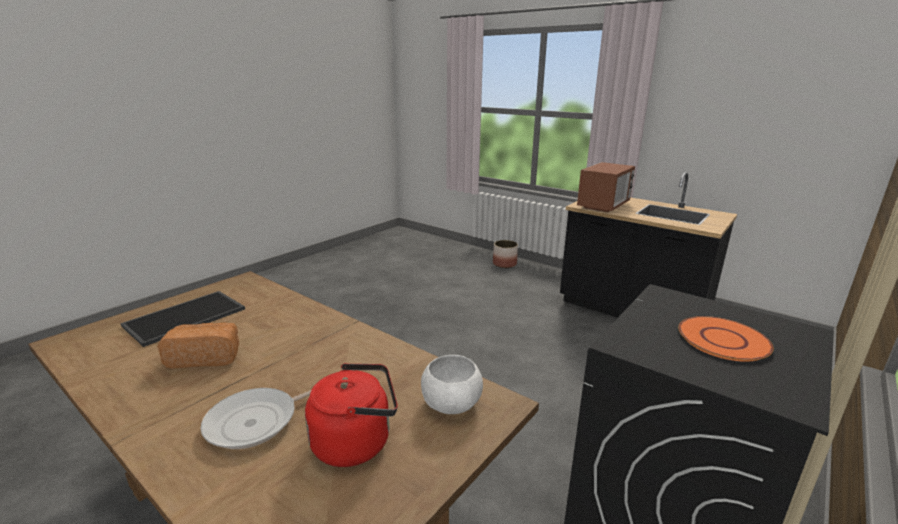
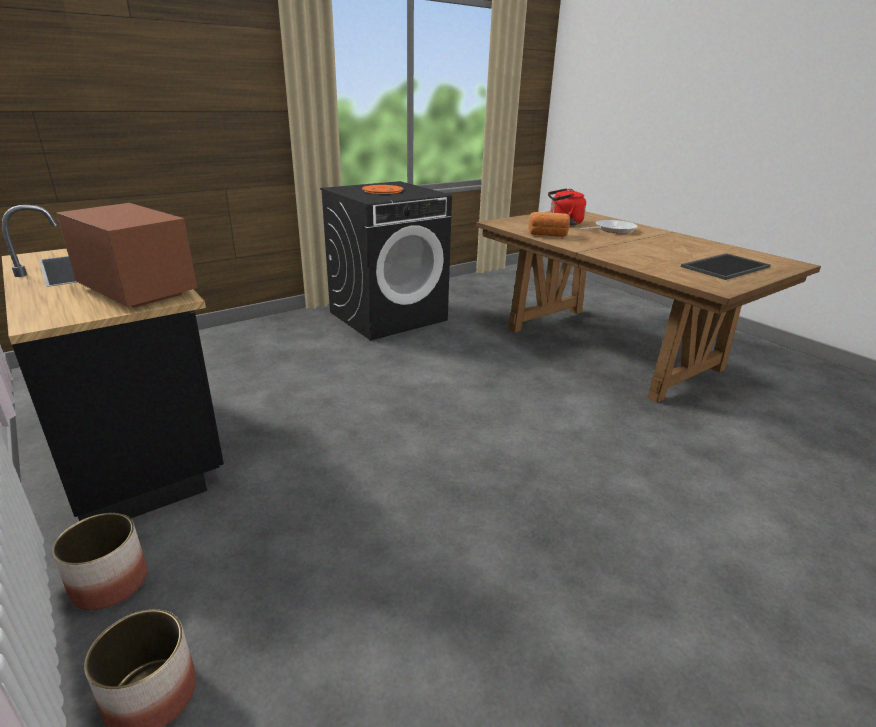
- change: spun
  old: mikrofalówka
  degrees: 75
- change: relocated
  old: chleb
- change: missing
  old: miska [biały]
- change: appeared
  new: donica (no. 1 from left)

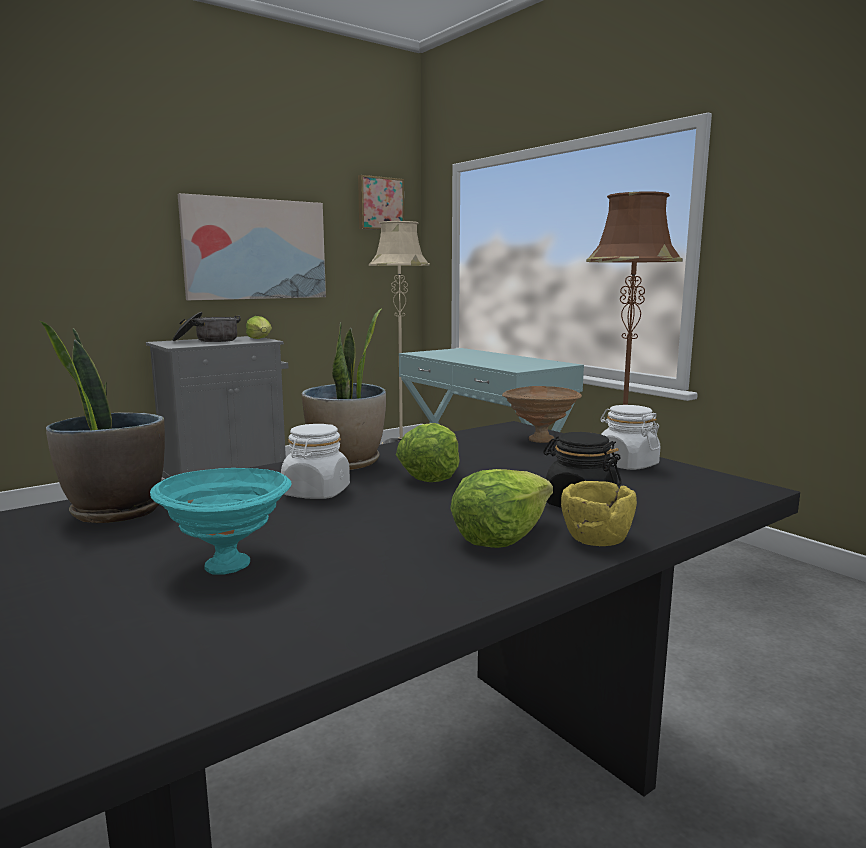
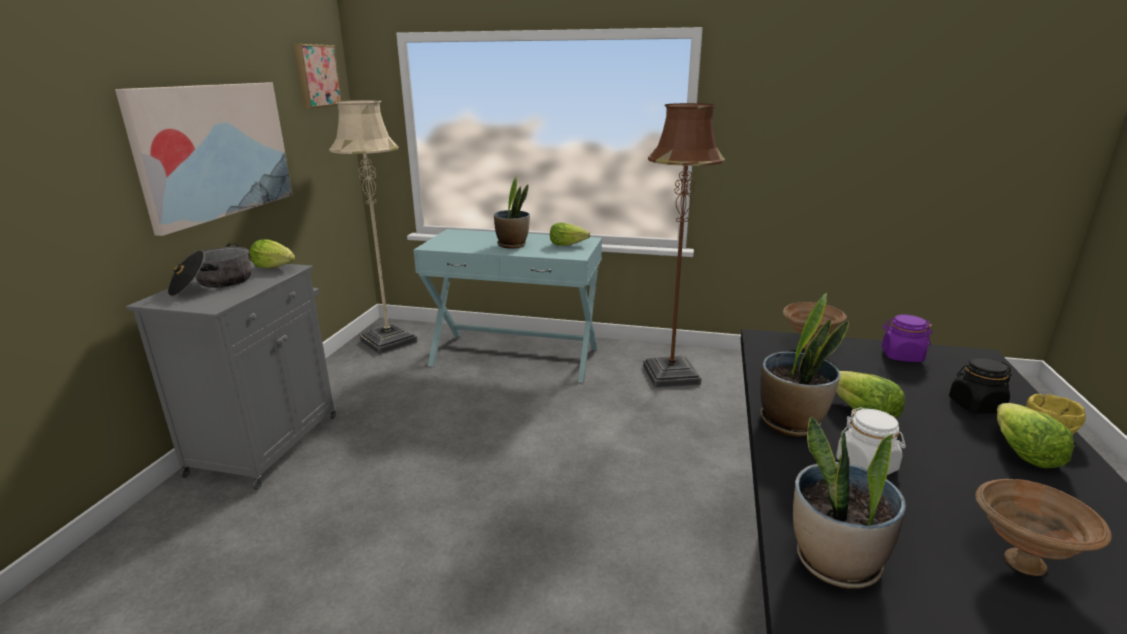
- change: colour
  old: słoik [biały] (no. 2 from left)
  new: słoik [fioletowy]
- change: colour
  old: miska [turkusowy]
  new: miska [brązowy] (no. 2 from left)
- change: appeared
  new: roślina doniczkowa (no. 1 from left)
- change: appeared
  new: sałata (no. 2 from left)

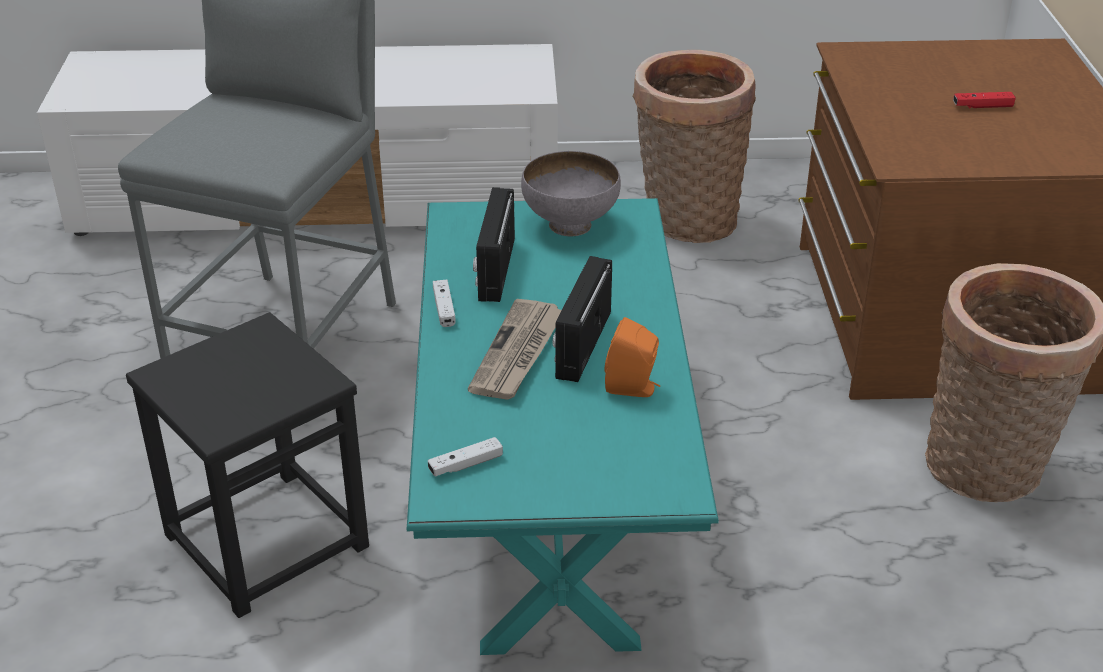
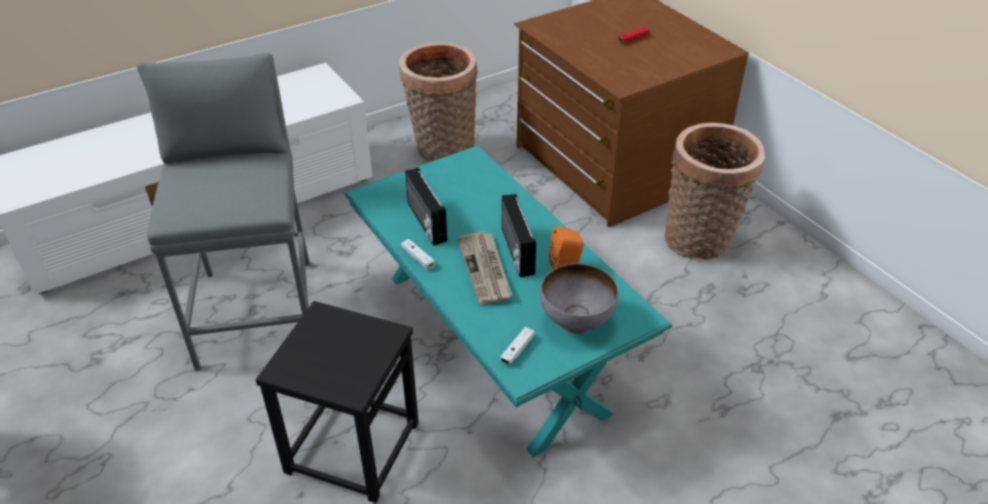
- change: relocated
  old: miska [szary]

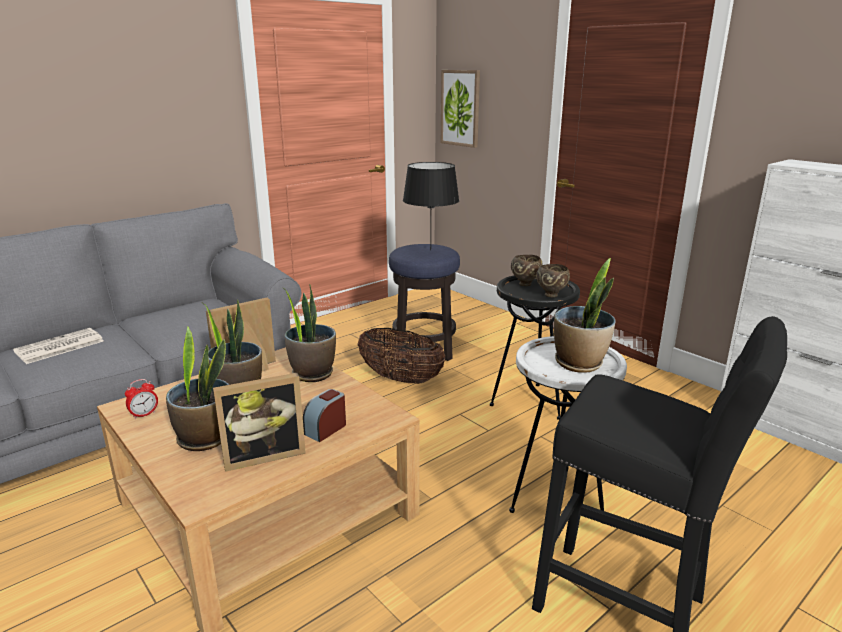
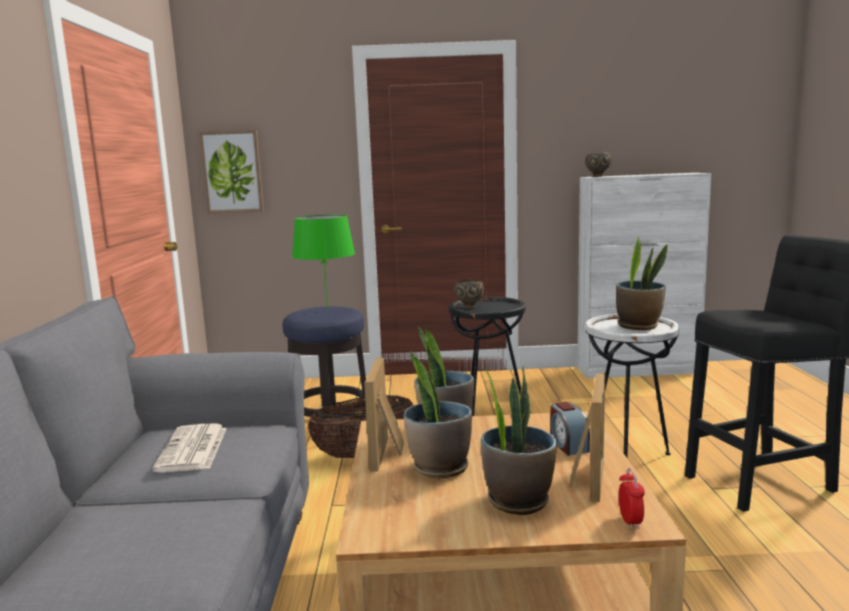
- change: colour
  old: lampa stołowa [czarny]
  new: lampa stołowa [zielony]
- change: relocated
  old: miska [brązowy] (no. 2 from left)
- change: relocated
  old: gazeta
- change: relocated
  old: budzik (no. 1 from left in the first image)
  new: budzik (no. 2 from left)

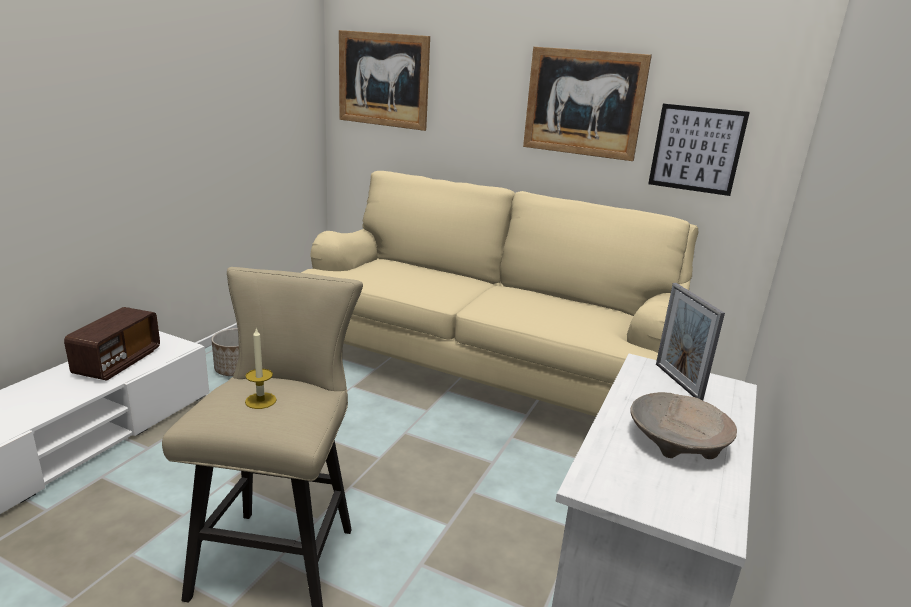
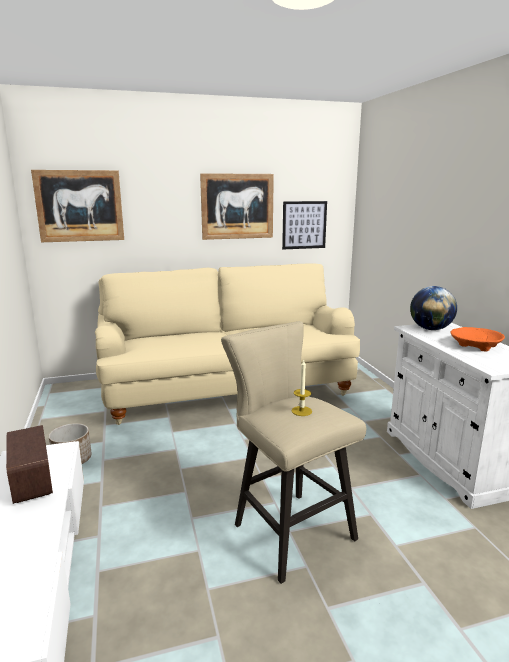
- change: exchanged
  old: ramka na zdjęcie
  new: globus
- change: colour
  old: miska [beżowy]
  new: miska [pomarańczowy]

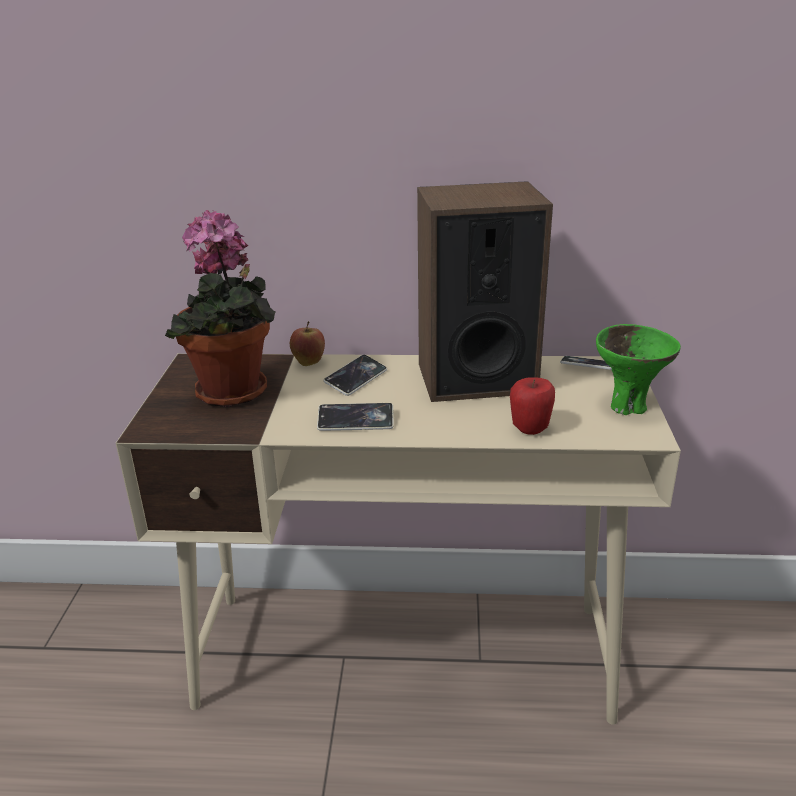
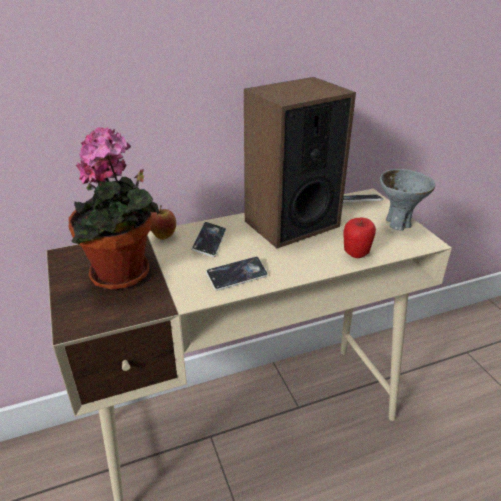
- change: colour
  old: miska [zielony]
  new: miska [szary]

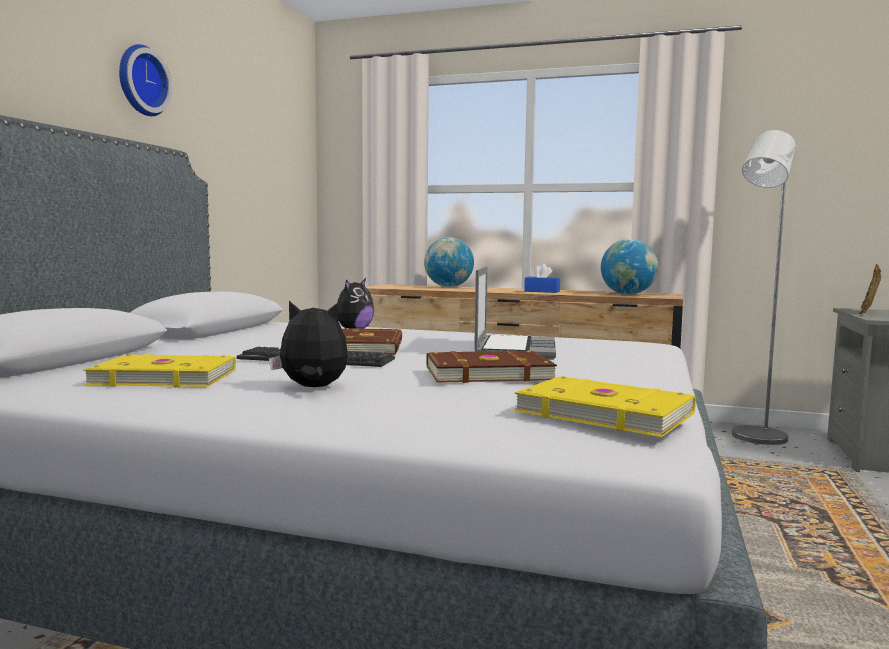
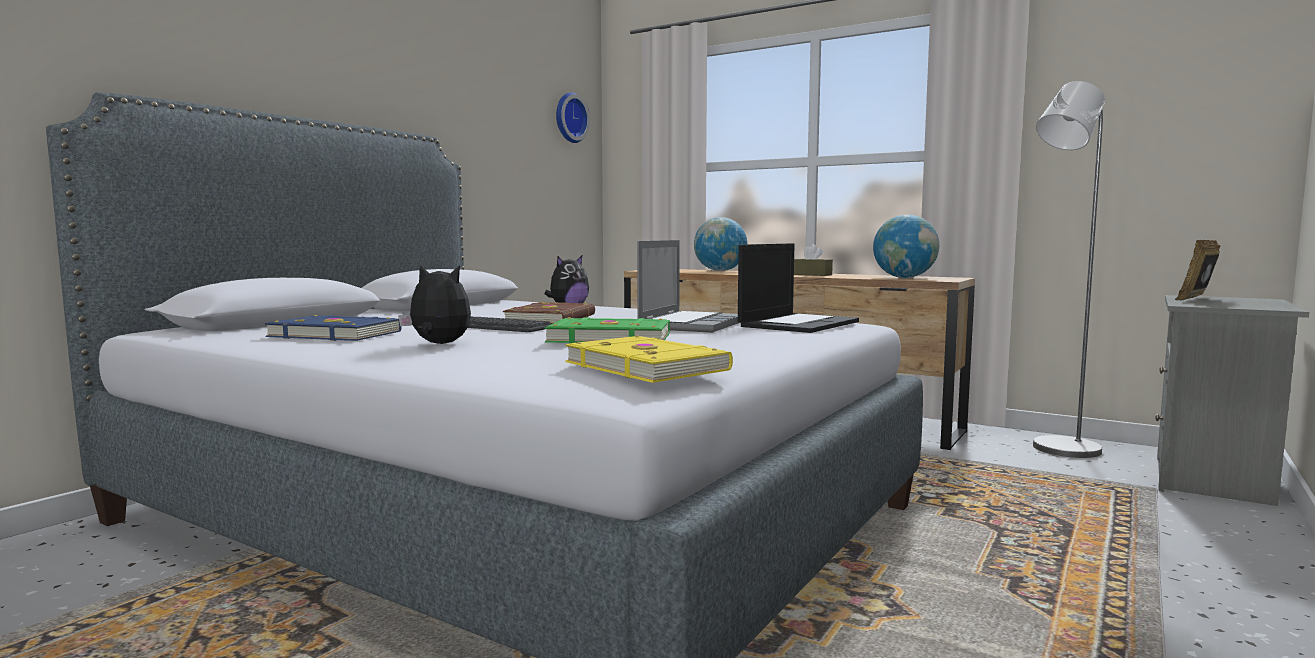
- change: relocated
  old: zegar ścienny
- change: colour
  old: pudełko chusteczek [niebieski]
  new: pudełko chusteczek [brązowy]
- change: colour
  old: książka [brązowy] (no. 2 from left)
  new: książka [zielony]
- change: colour
  old: książka [żółty] (no. 1 from left)
  new: książka [niebieski]
- change: appeared
  new: laptop (no. 2 from left)

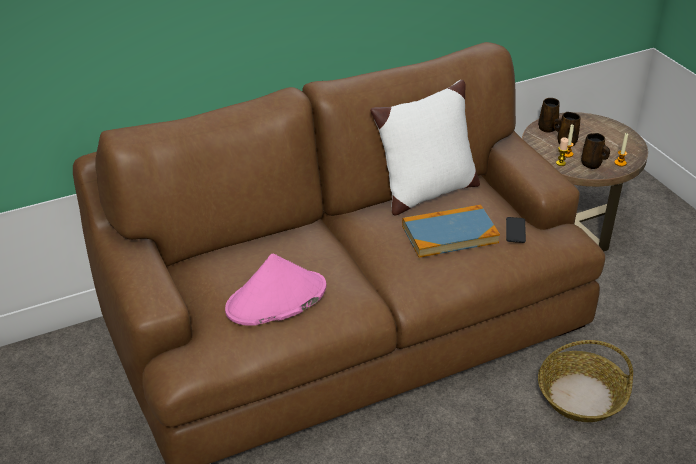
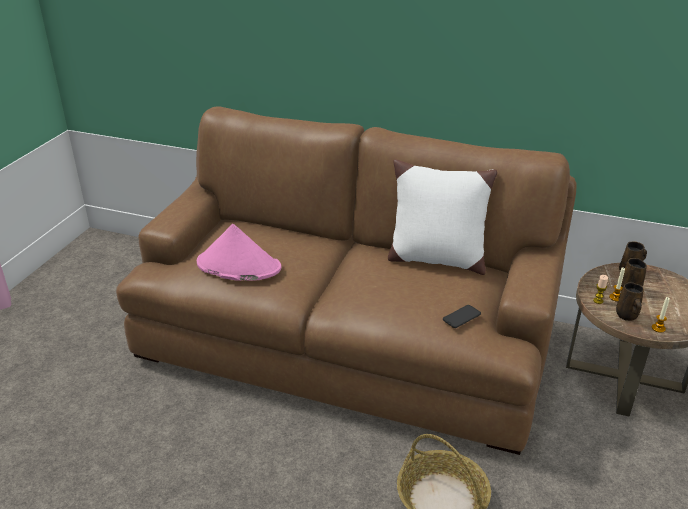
- change: missing
  old: książka

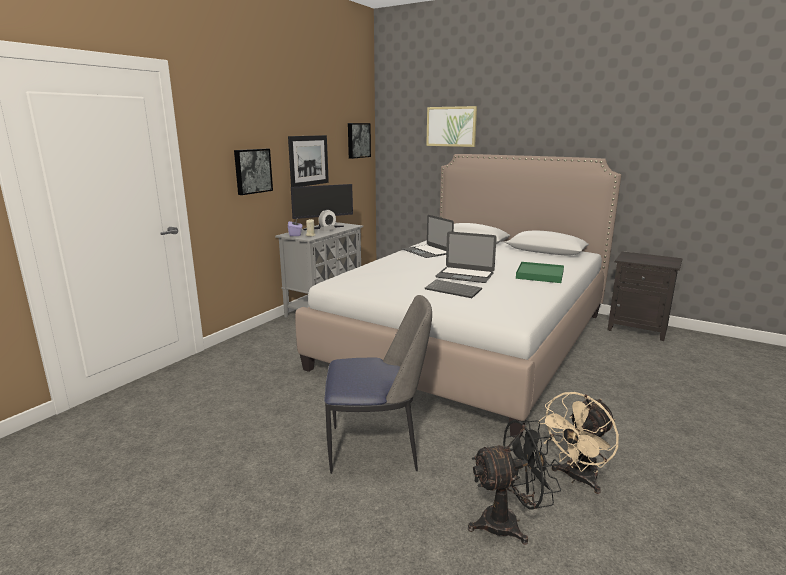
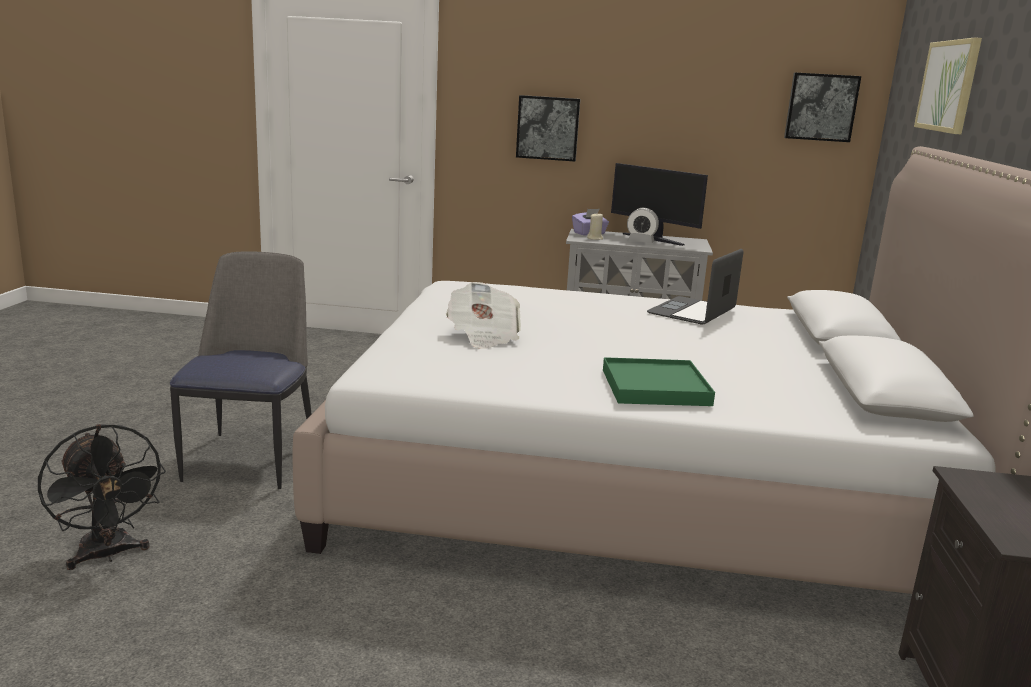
- change: missing
  old: obraz (no. 2 from left)
- change: missing
  old: laptop (no. 2 from left)
- change: exchanged
  old: klawiatura
  new: gazeta
- change: spun
  old: krzesło
  degrees: -150
- change: missing
  old: wentylator [beżowy]

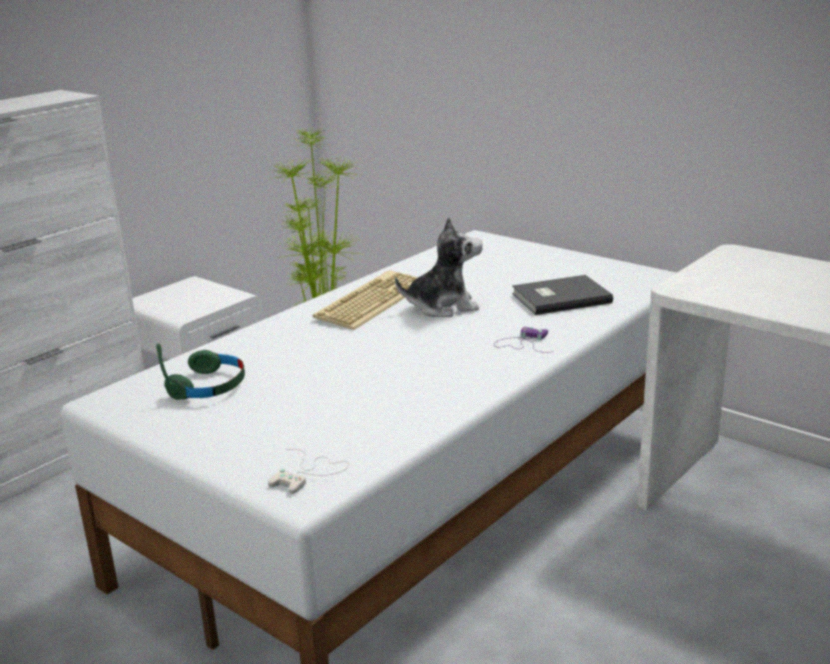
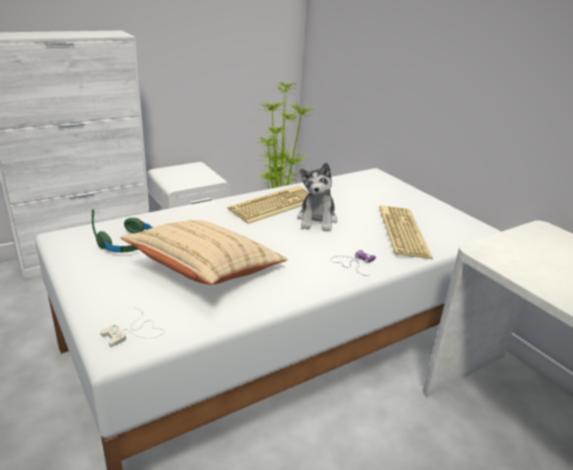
- change: spun
  old: pluszak
  degrees: 90
- change: exchanged
  old: książka [szary]
  new: klawiatura (no. 2 from left)
- change: appeared
  new: poduszka [beżowy]

